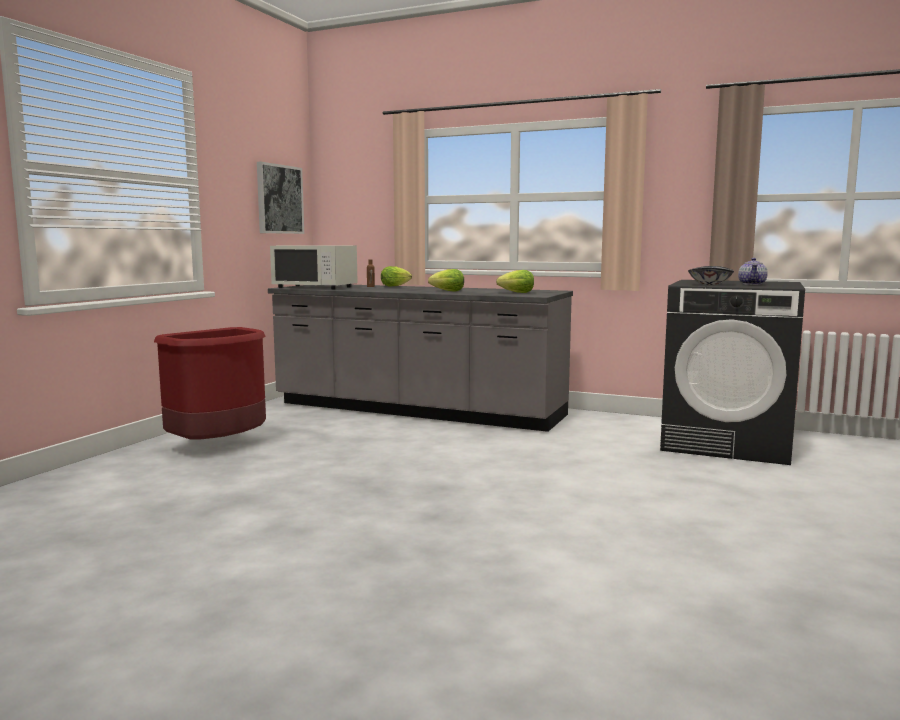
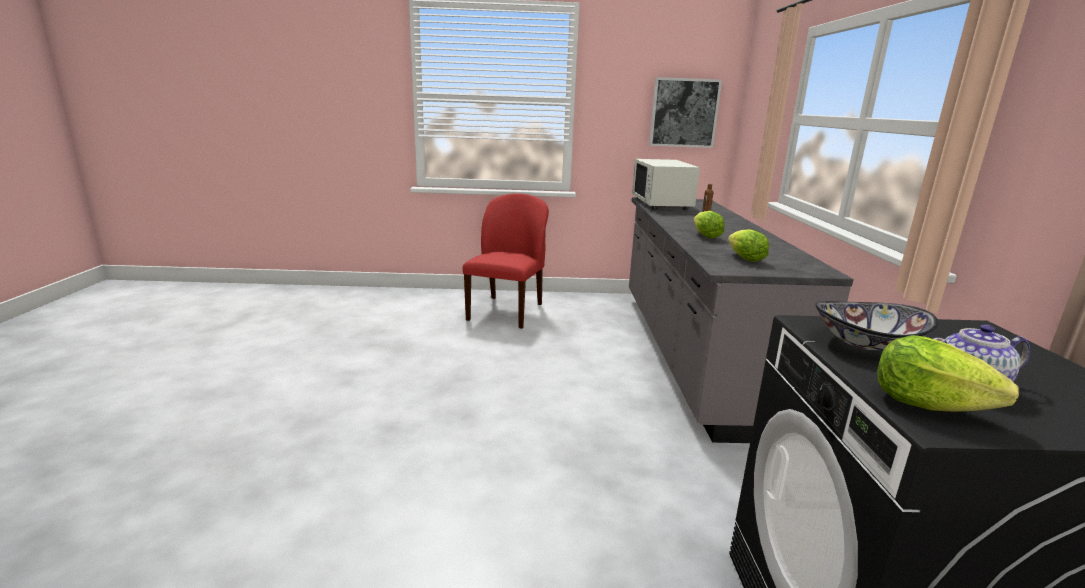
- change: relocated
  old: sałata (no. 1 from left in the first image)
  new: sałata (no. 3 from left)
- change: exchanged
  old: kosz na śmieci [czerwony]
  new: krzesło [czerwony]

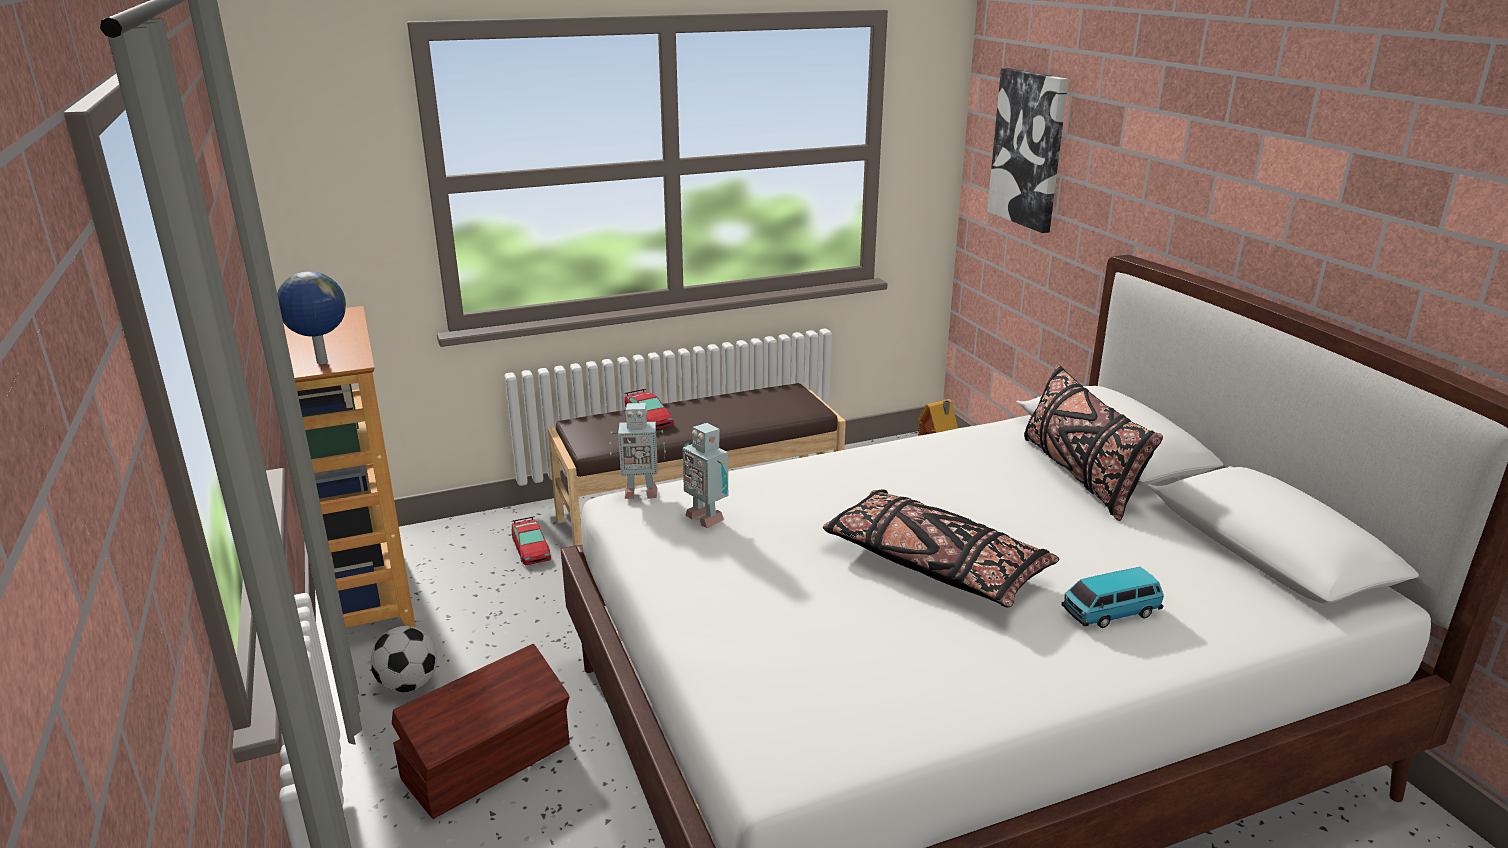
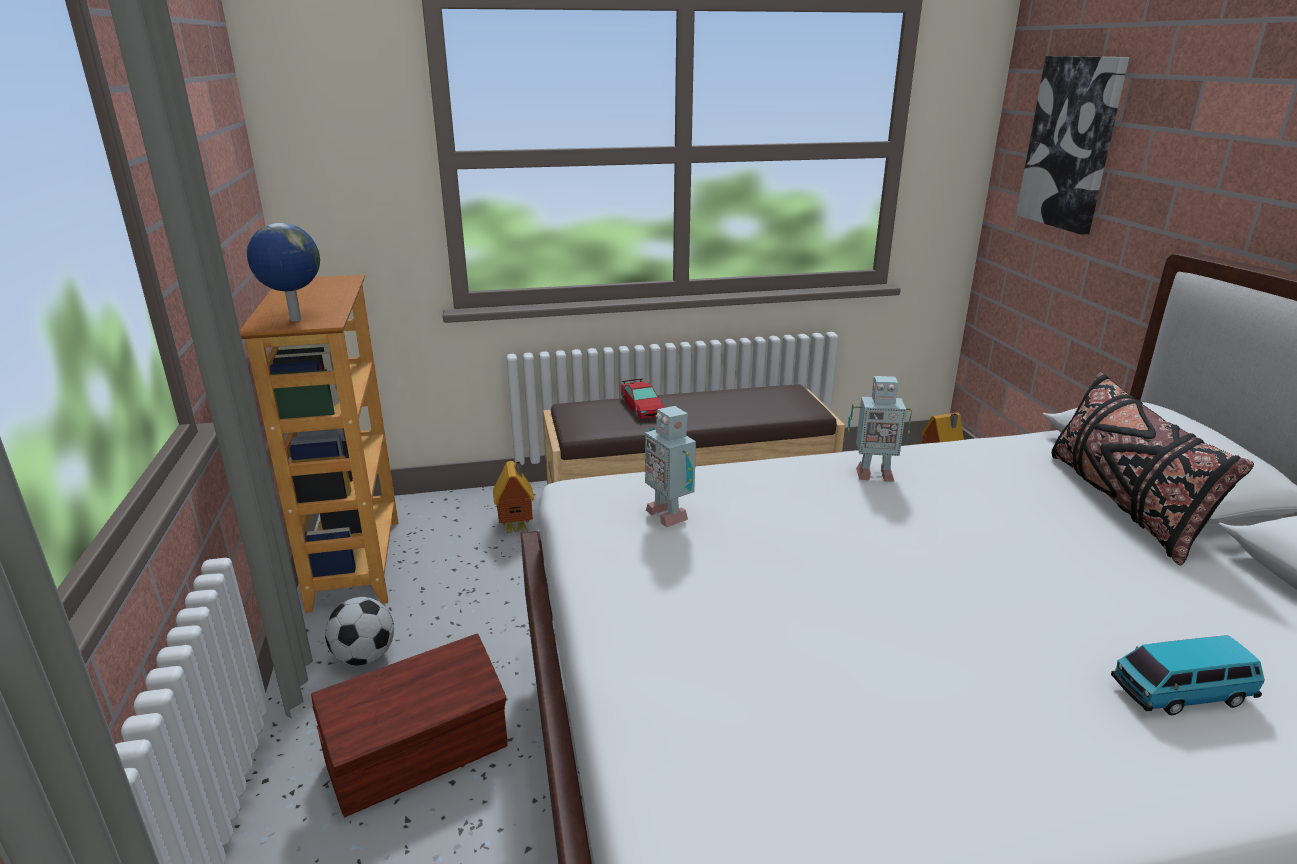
- change: relocated
  old: robot zabawkowy (no. 1 from left in the first image)
  new: robot zabawkowy (no. 2 from left)
- change: missing
  old: poduszka [czarny] (no. 1 from left)
- change: exchanged
  old: samochodzik (no. 1 from left)
  new: domek (no. 1 from left)

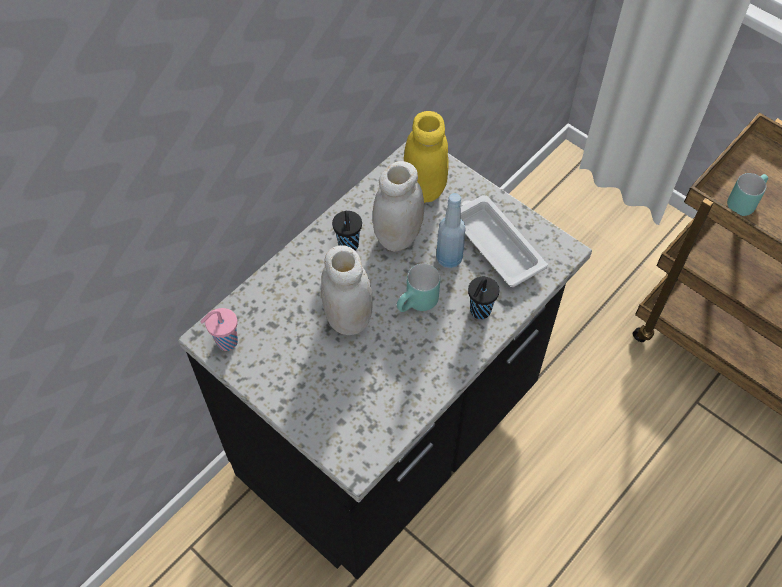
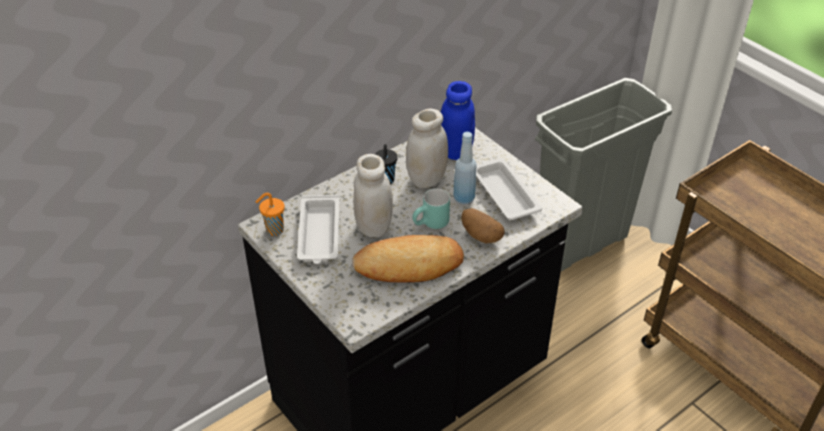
- change: colour
  old: słoik [żółty]
  new: słoik [niebieski]
- change: missing
  old: kubek [turkusowy] (no. 2 from left)
- change: exchanged
  old: filiżanka [czarny] (no. 2 from left)
  new: ziemniak
- change: colour
  old: filiżanka [różowy]
  new: filiżanka [pomarańczowy]
- change: appeared
  new: kosz na śmieci [szary]
- change: appeared
  new: taca [biały] (no. 1 from left)
- change: appeared
  new: chleb

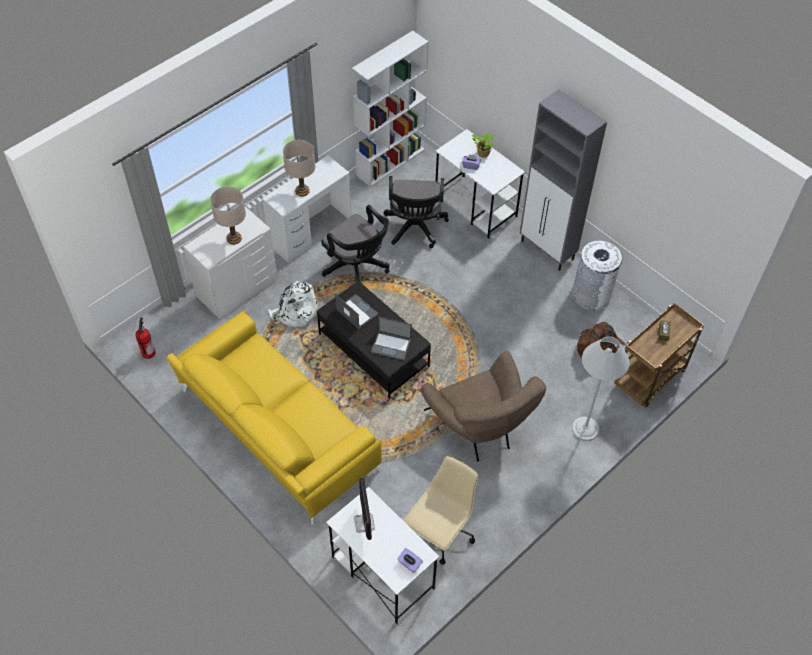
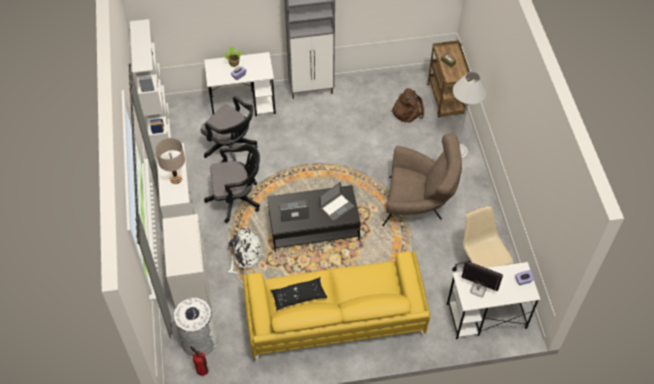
- change: missing
  old: lampa stołowa [beżowy] (no. 1 from left)
- change: relocated
  old: kosz na śmieci [biały]
- change: appeared
  new: poduszka [czarny]

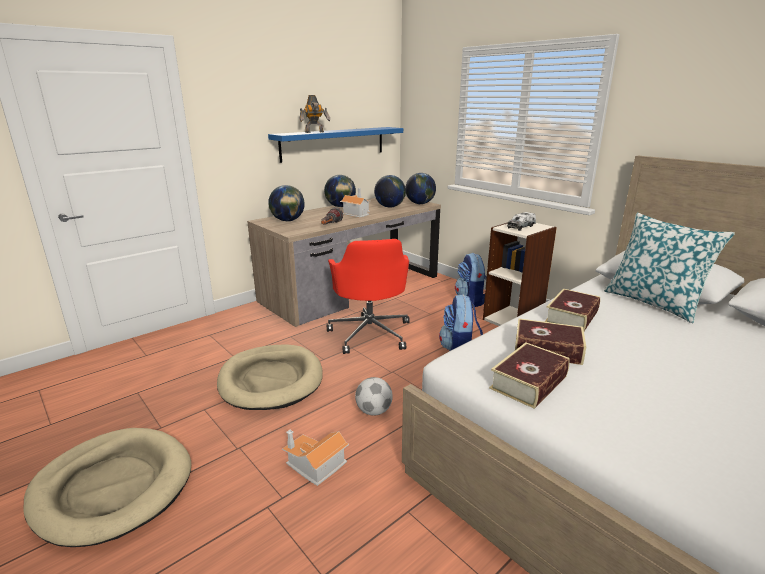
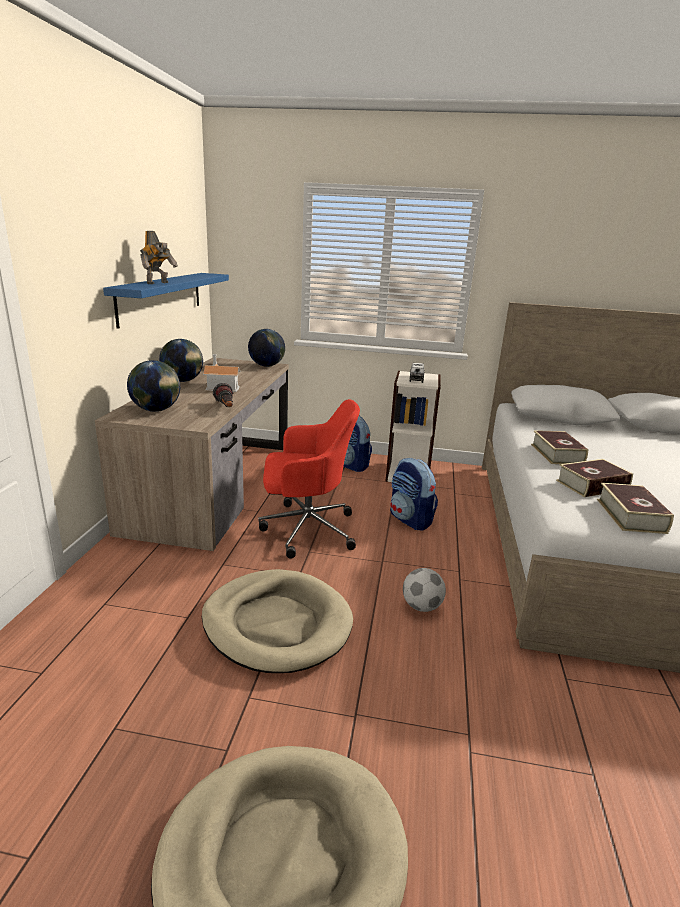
- change: missing
  old: globus (no. 3 from left)
- change: missing
  old: poduszka
- change: spun
  old: krzesło biurowe [czerwony]
  degrees: -45
- change: missing
  old: domek (no. 1 from left)

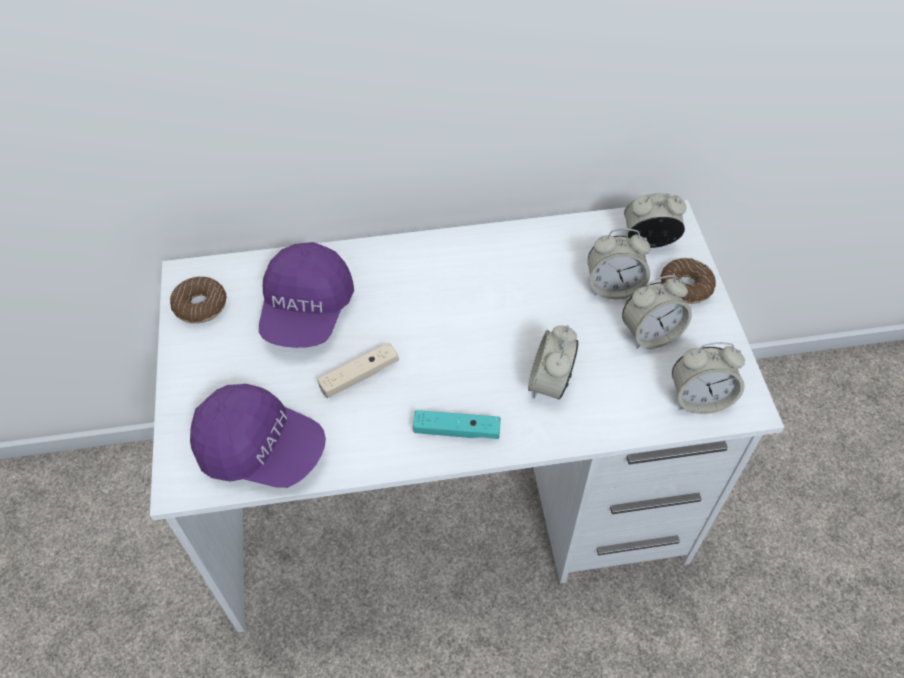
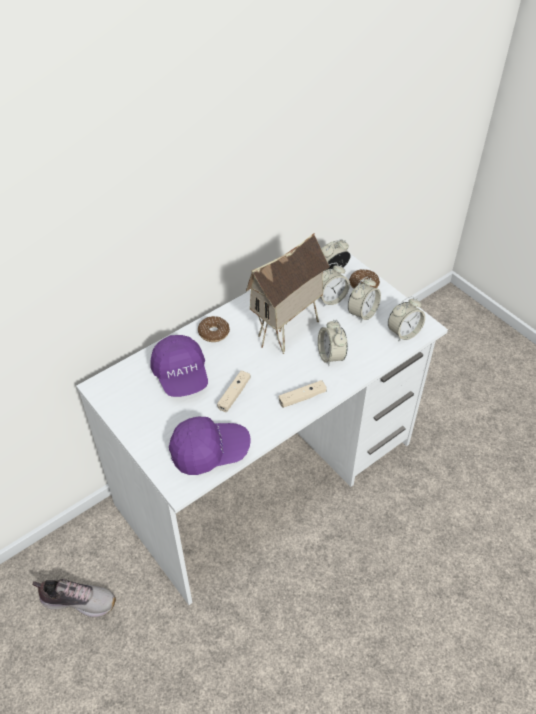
- change: relocated
  old: donut (no. 1 from left)
- change: colour
  old: pad do gier [turkusowy]
  new: pad do gier [beżowy] (no. 2 from left)
- change: appeared
  new: domek
- change: appeared
  new: but

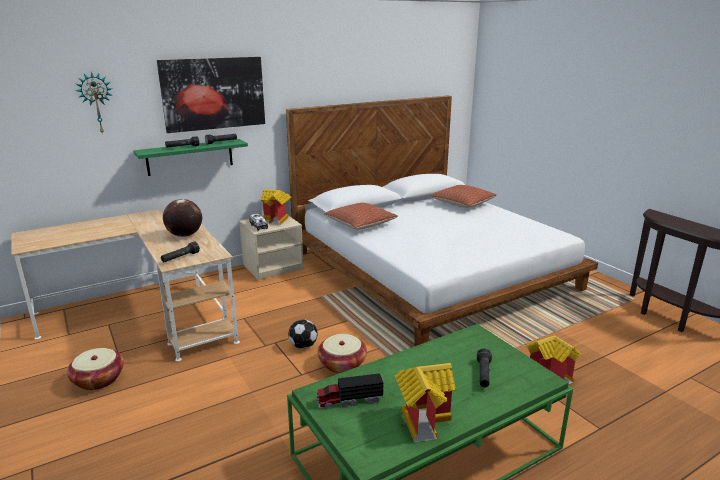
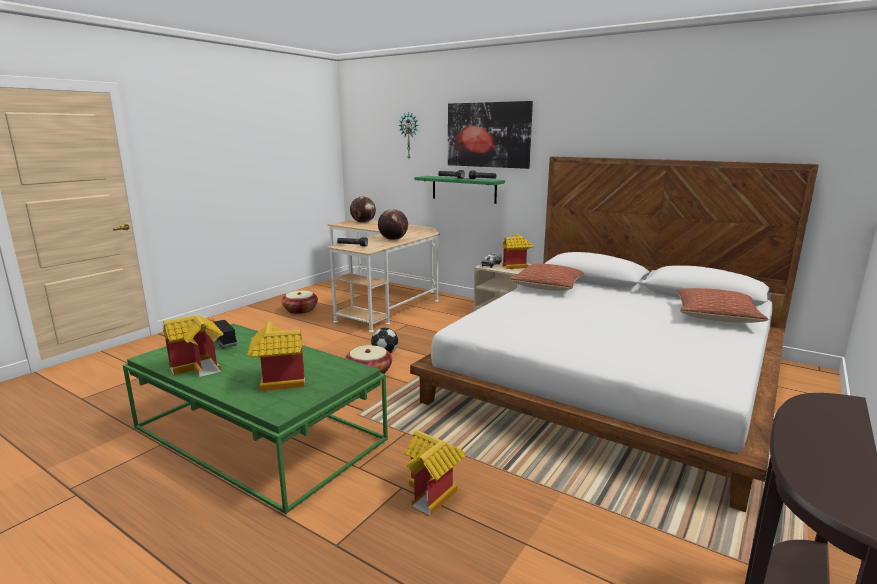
- change: exchanged
  old: latarka [czarny] (no. 4 from left)
  new: domek (no. 2 from left)
- change: appeared
  new: globus (no. 1 from left)

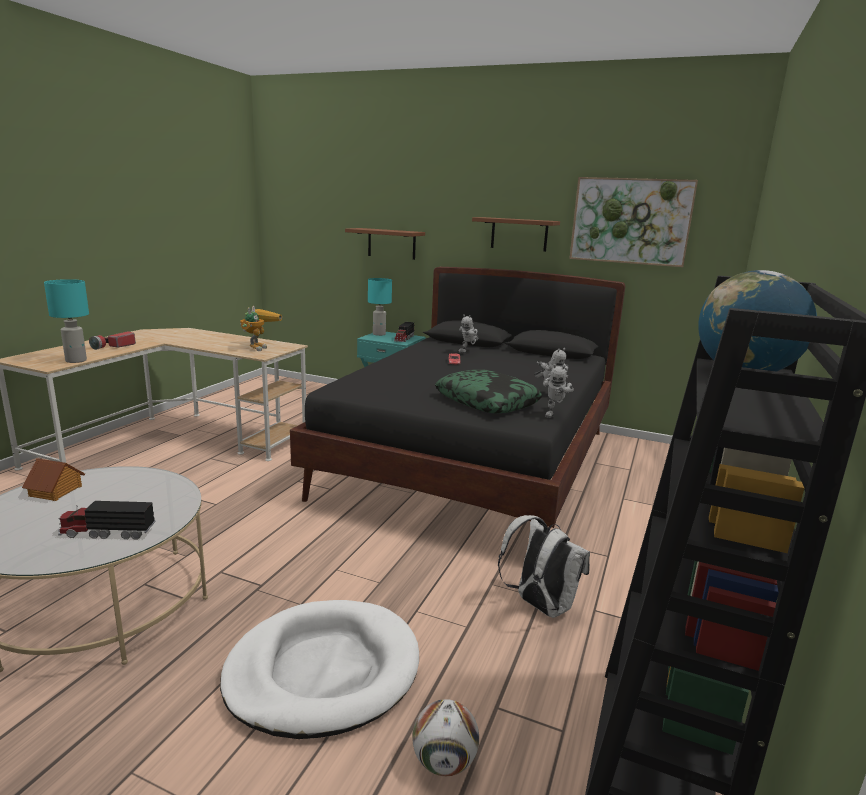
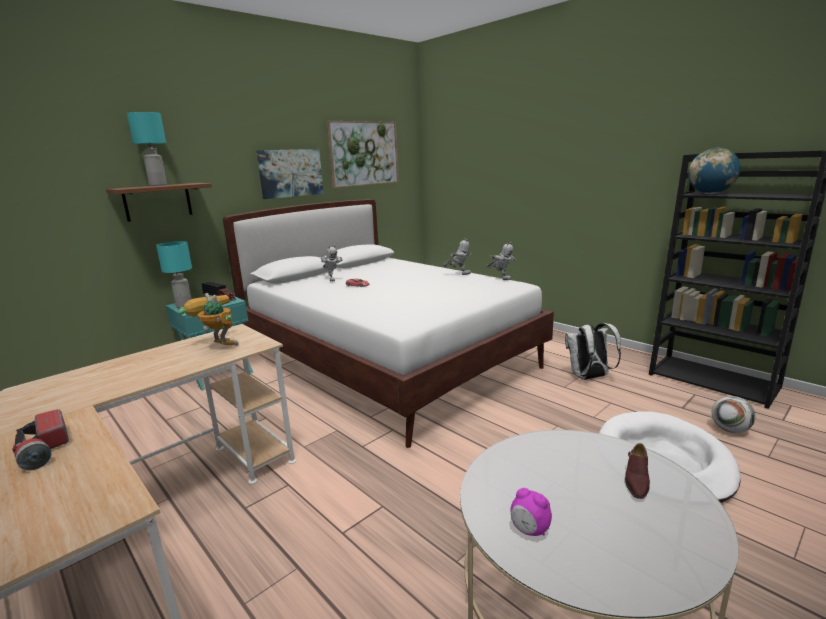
- change: exchanged
  old: półka [brązowy] (no. 2 from left)
  new: obraz (no. 1 from left)
- change: colour
  old: łóżko [czarny]
  new: łóżko [biały]
- change: relocated
  old: lampa stołowa [turkusowy] (no. 1 from left)
- change: missing
  old: poduszka
- change: exchanged
  old: domek
  new: budzik
- change: exchanged
  old: ciężarówka zabawkowa (no. 1 from left)
  new: but [brązowy]

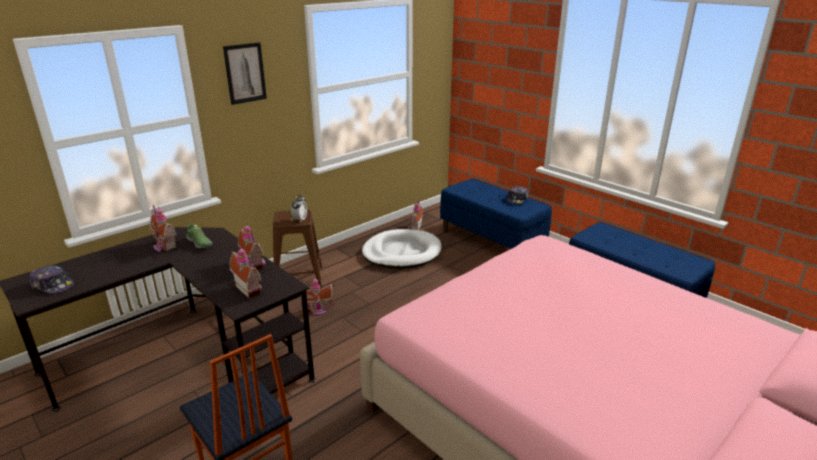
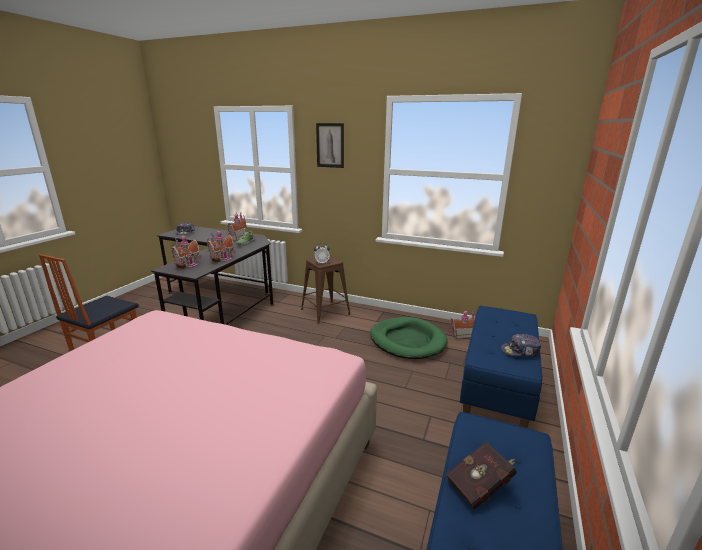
- change: colour
  old: legowisko [biały]
  new: legowisko [zielony]
- change: missing
  old: domek (no. 4 from left)
- change: appeared
  new: książka [czerwony]

